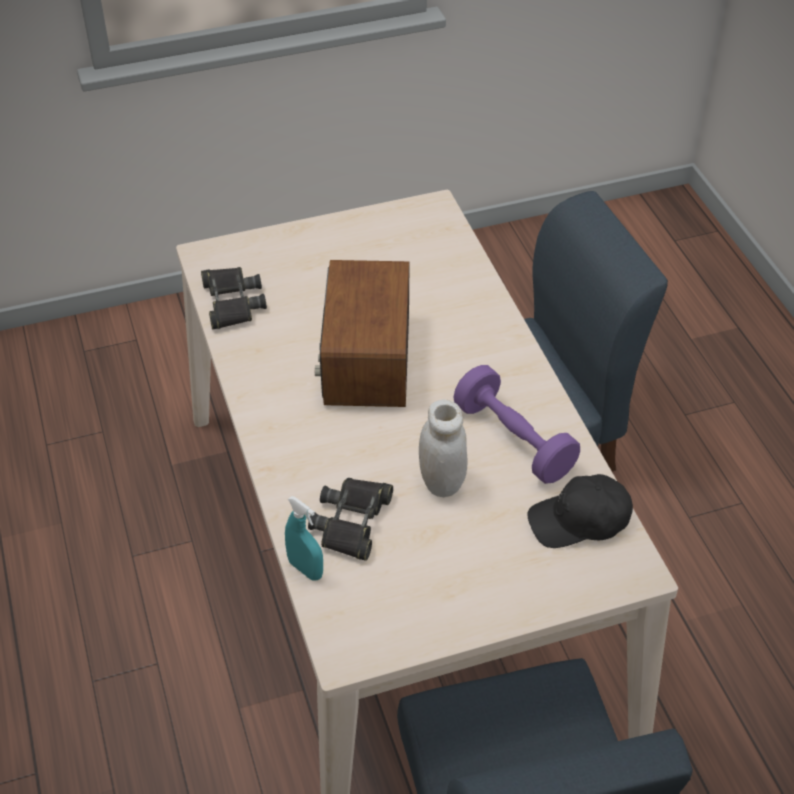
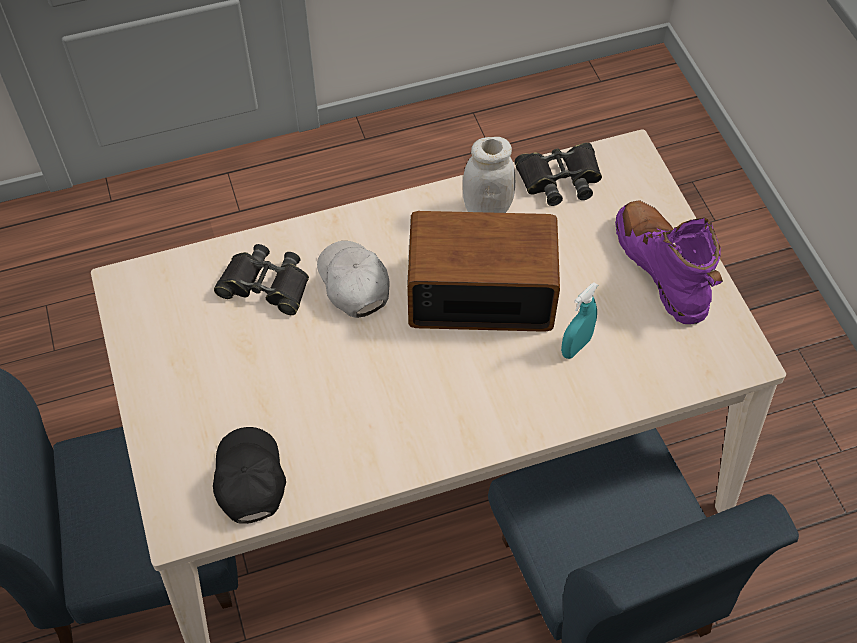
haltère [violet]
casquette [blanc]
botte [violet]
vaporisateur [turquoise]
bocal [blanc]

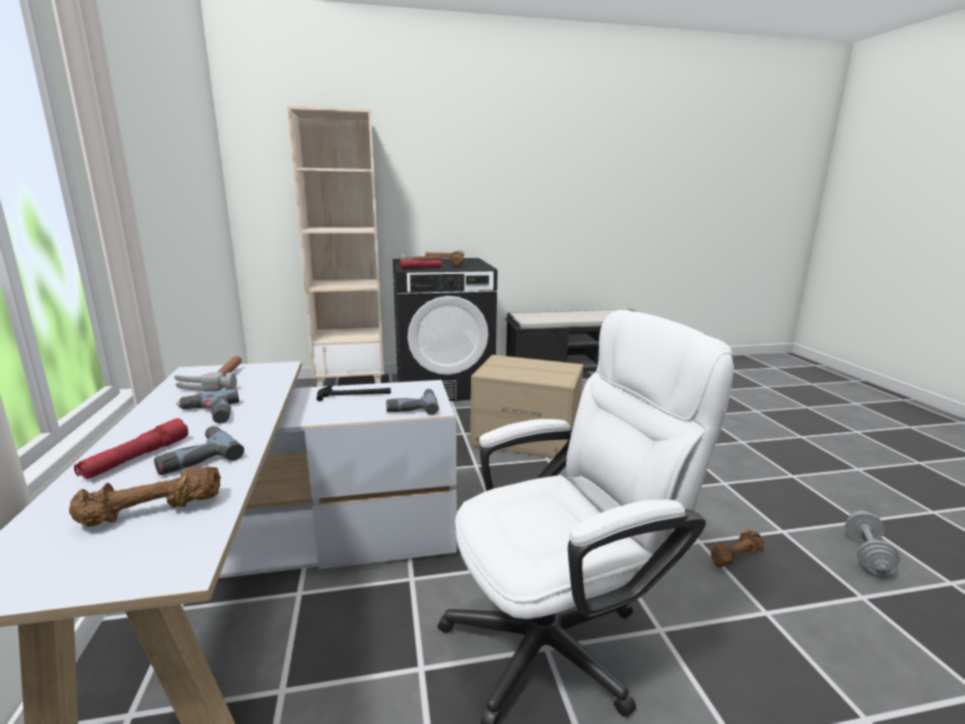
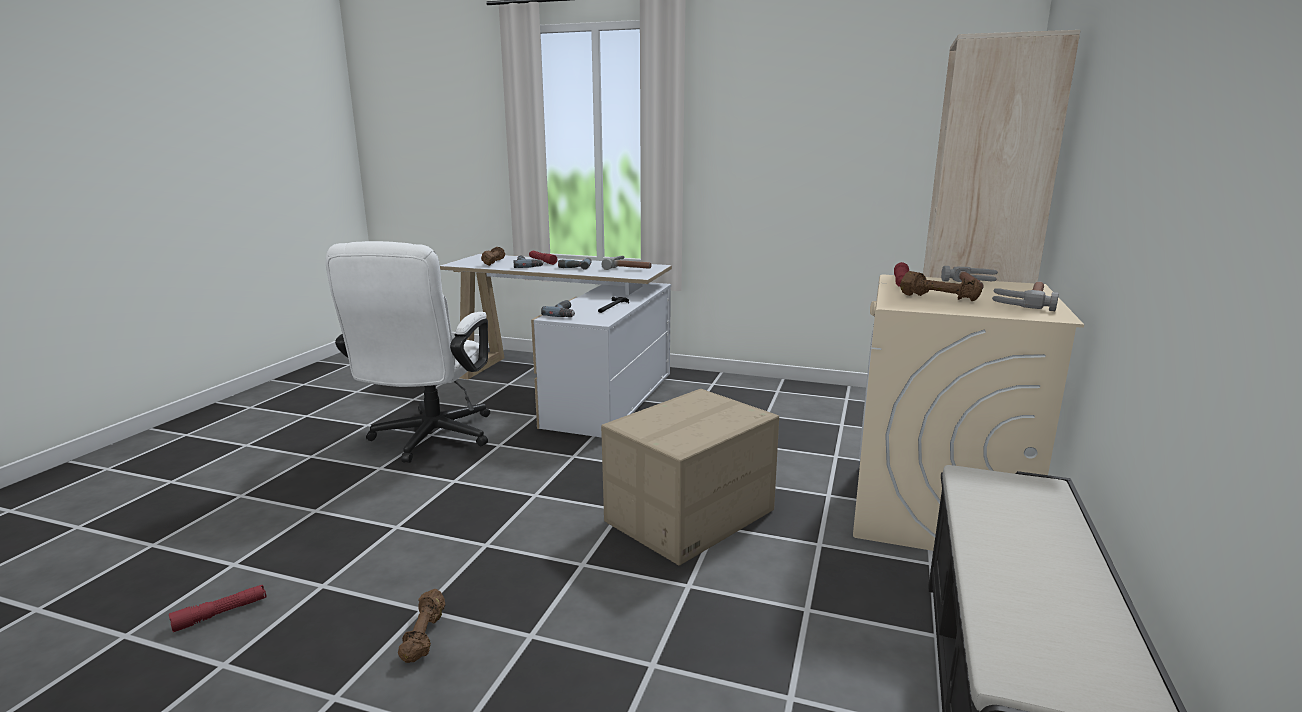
haltère [marron] (1st from left)
lampe de poche [rouge] (1st from left)
lave-linge [beige]

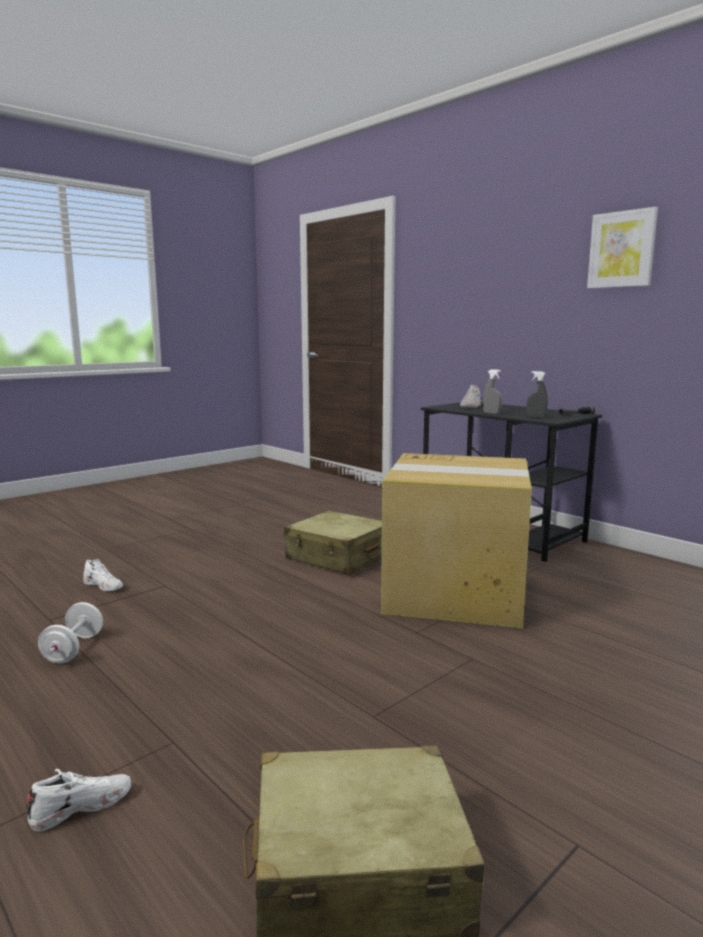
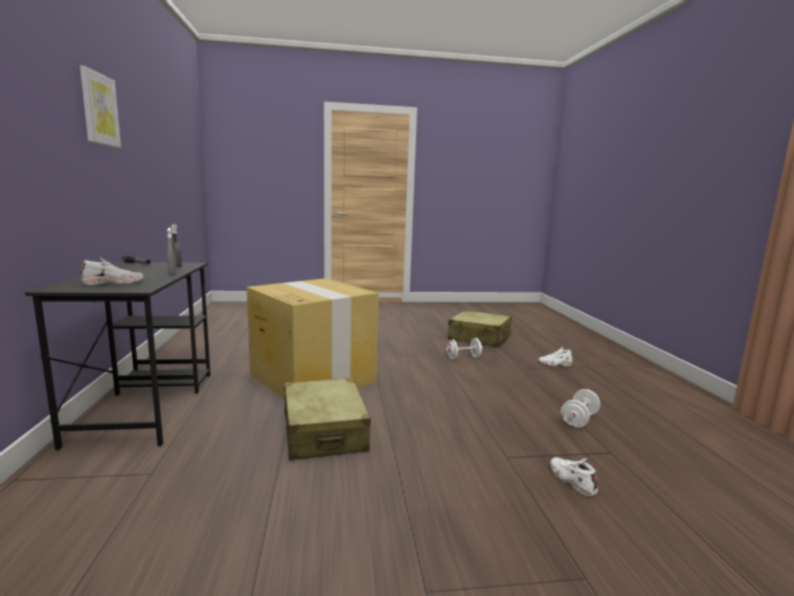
haltère [blanc] (1st from left)

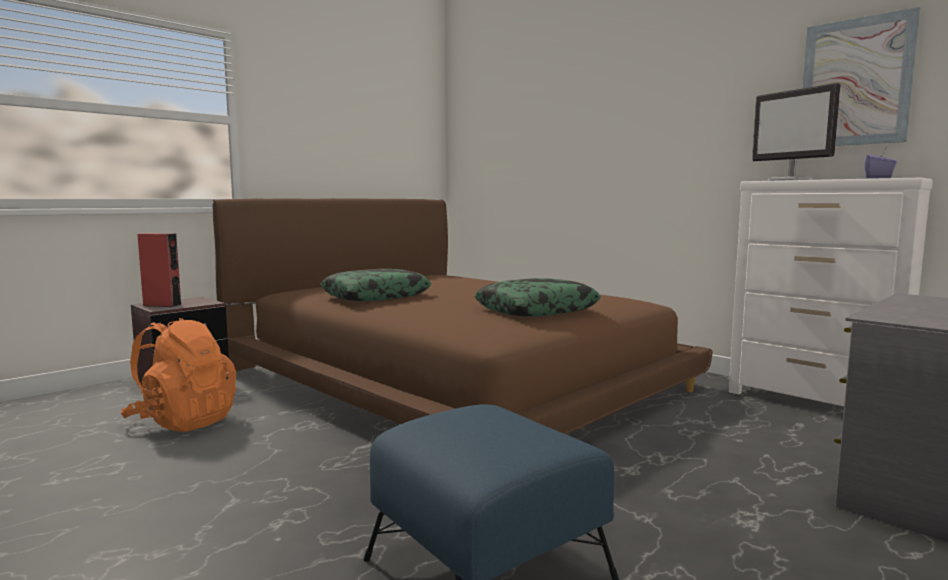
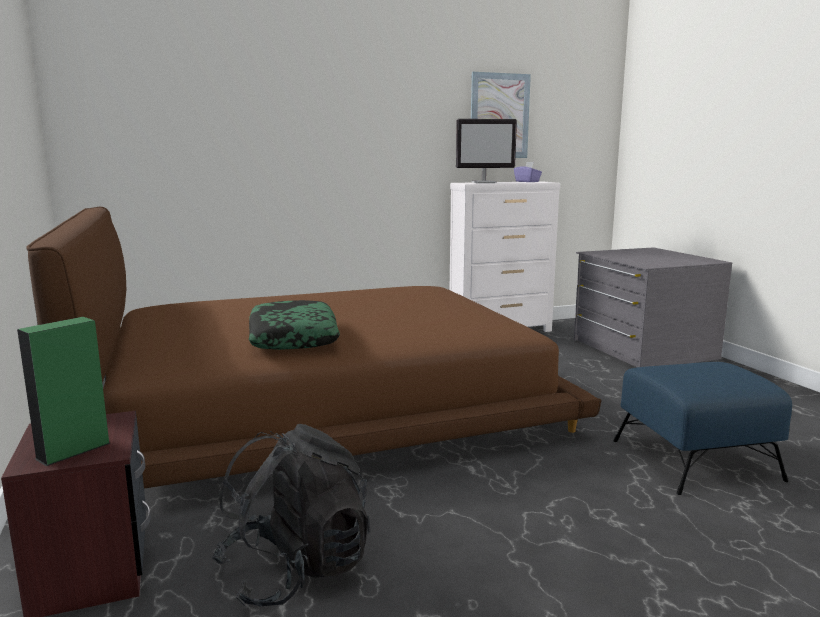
coussin (2nd from left in the first image)
sac à dos [noir]
enceinte [vert]

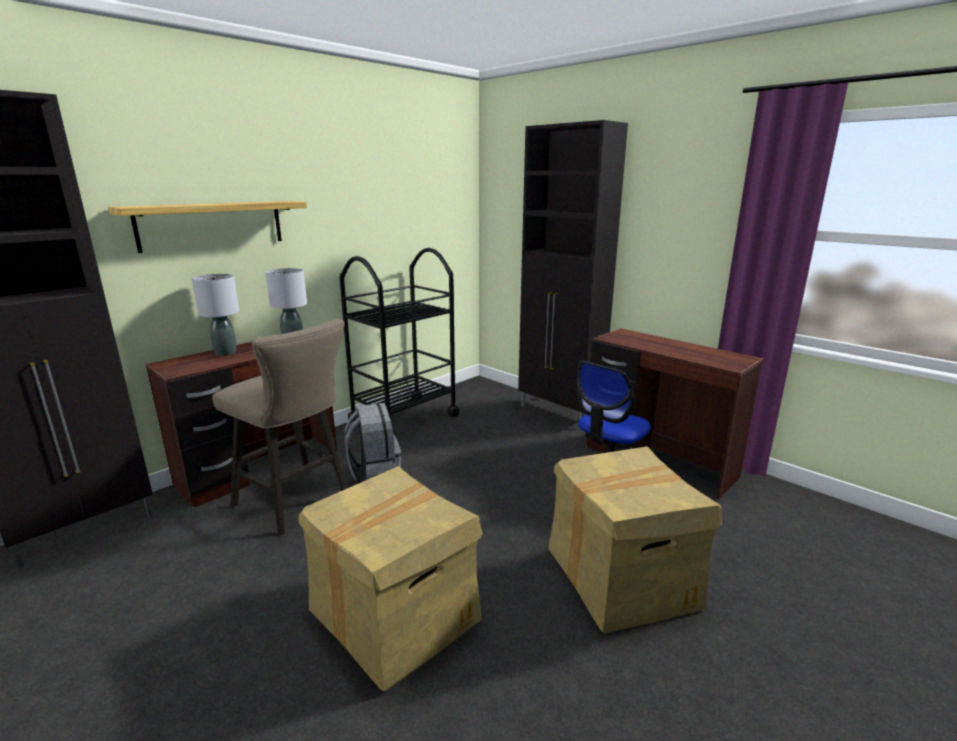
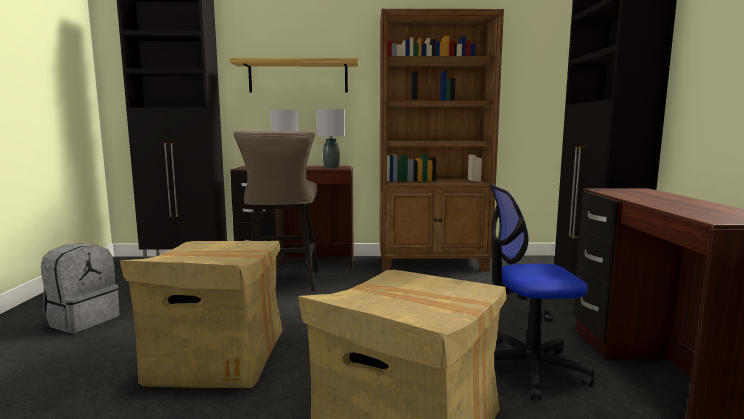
sac à dos [gris]
bibliothèque [marron]

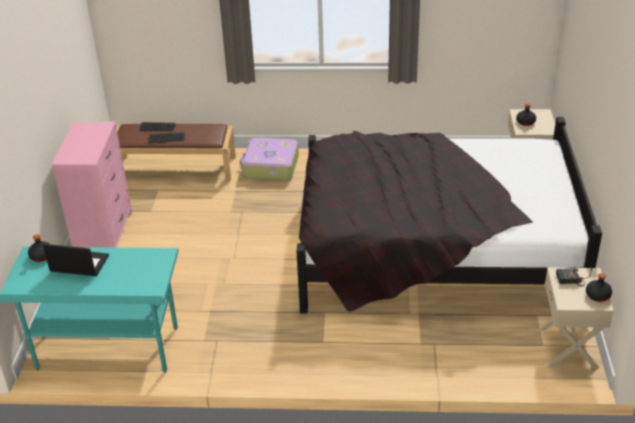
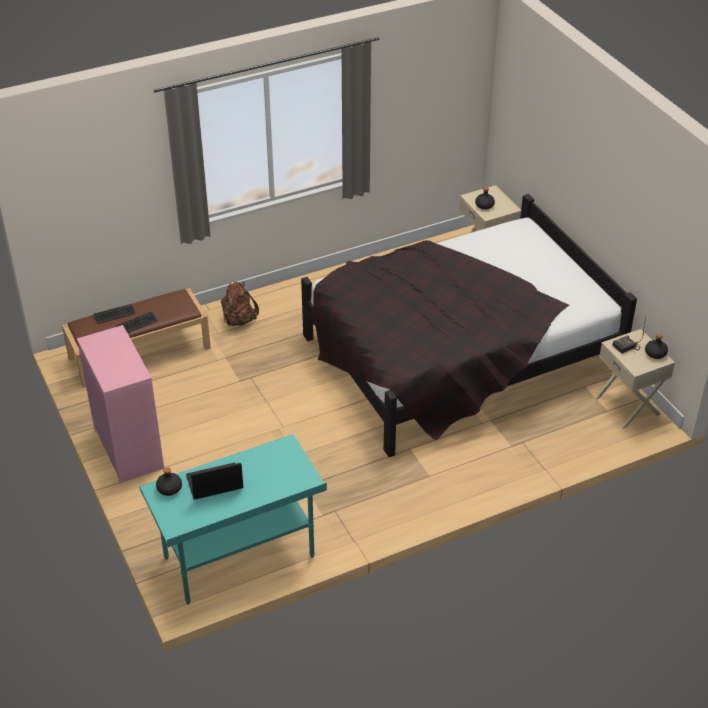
sac à dos [marron]

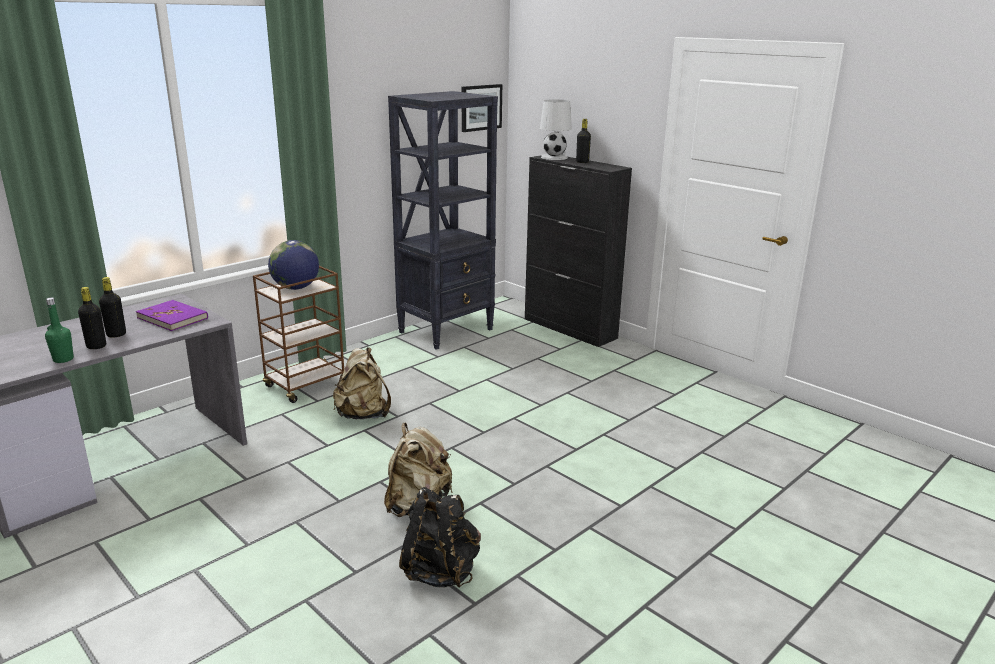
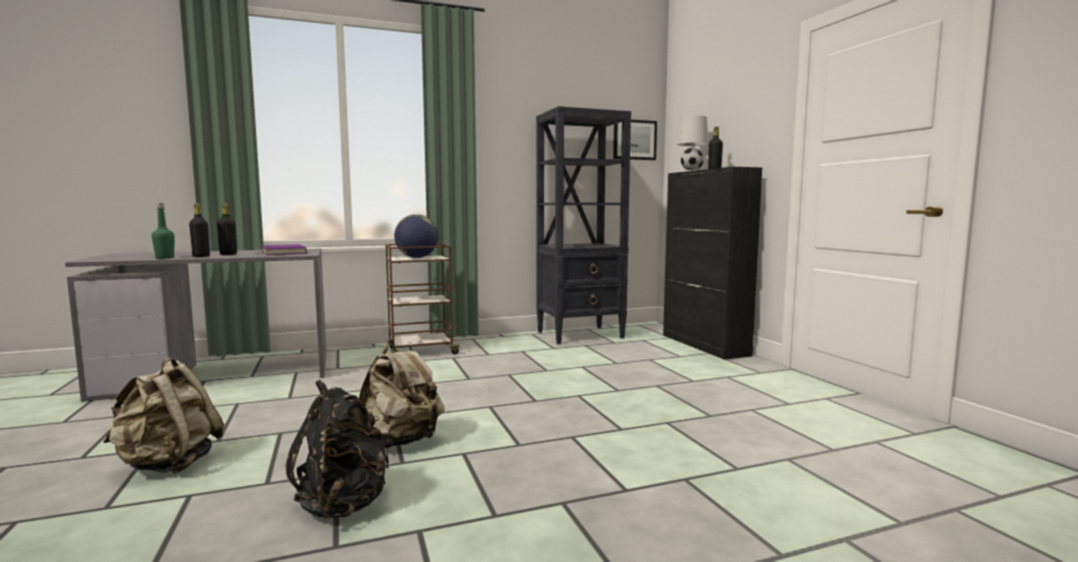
sac à dos [beige] (1st from left)

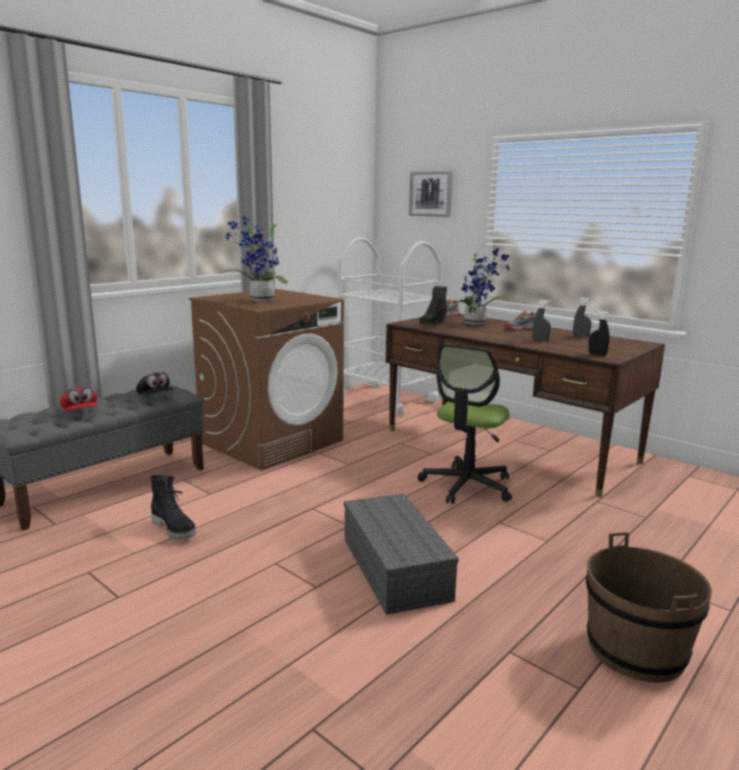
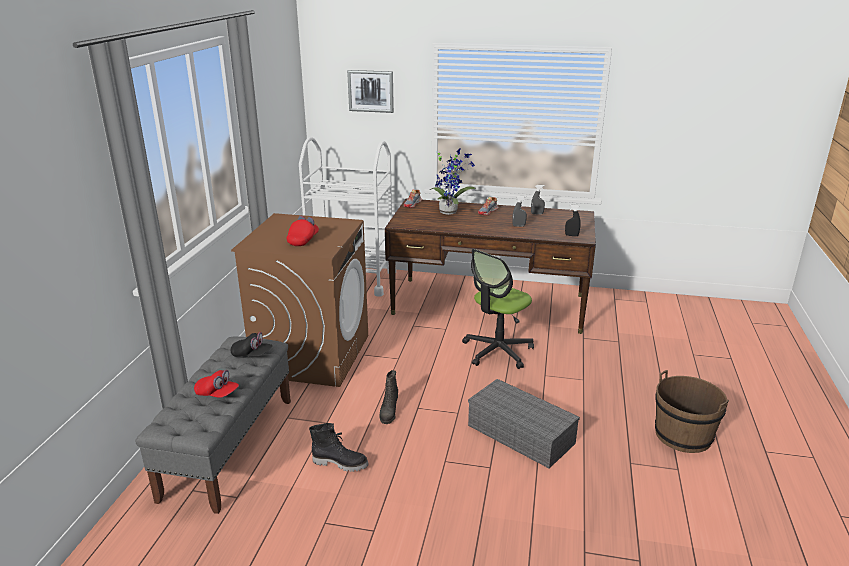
botte [noir] (2nd from left)
casquette [rouge] (2nd from left)
chaise de bureau

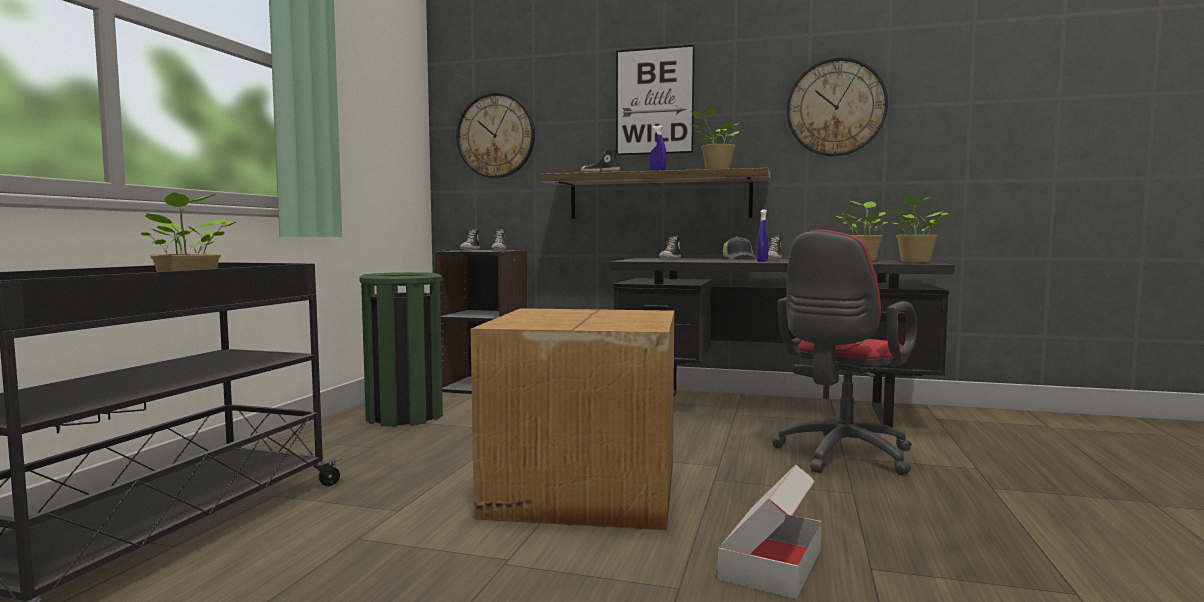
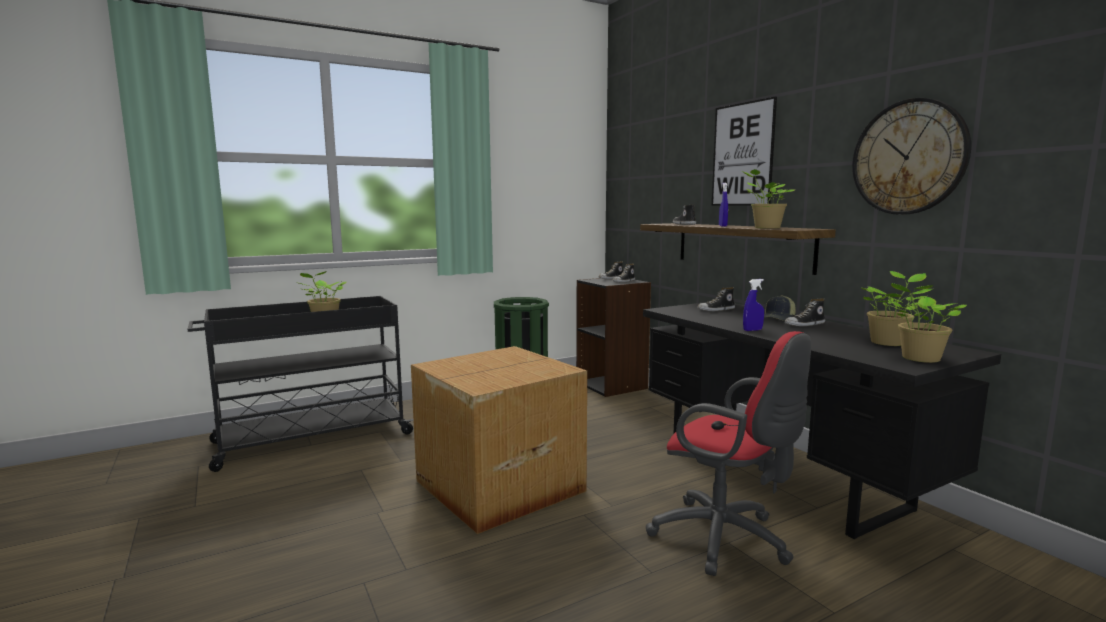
horloge murale (1st from left in the first image)
carton (2nd from left in the first image)
chaise de bureau [rouge]

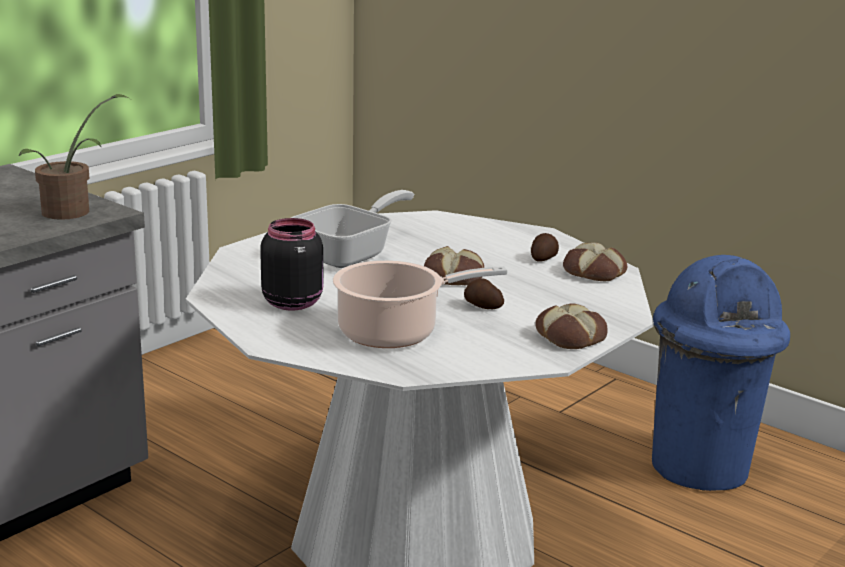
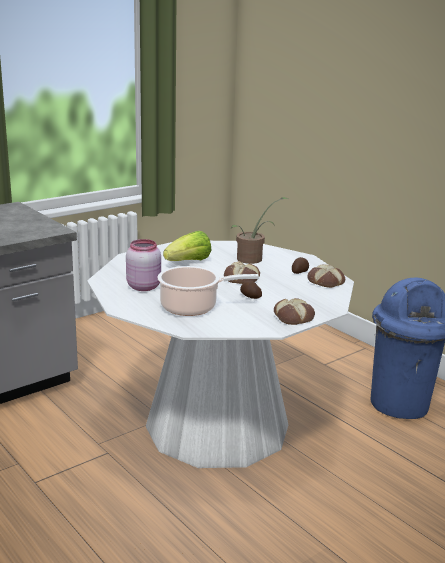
plante en pot
laitue
bocal [rose]

